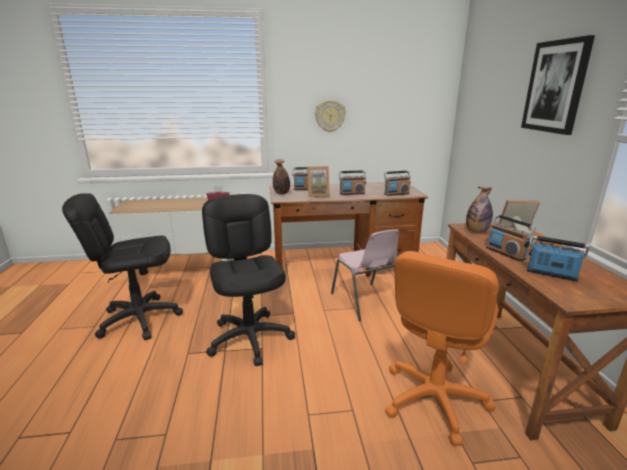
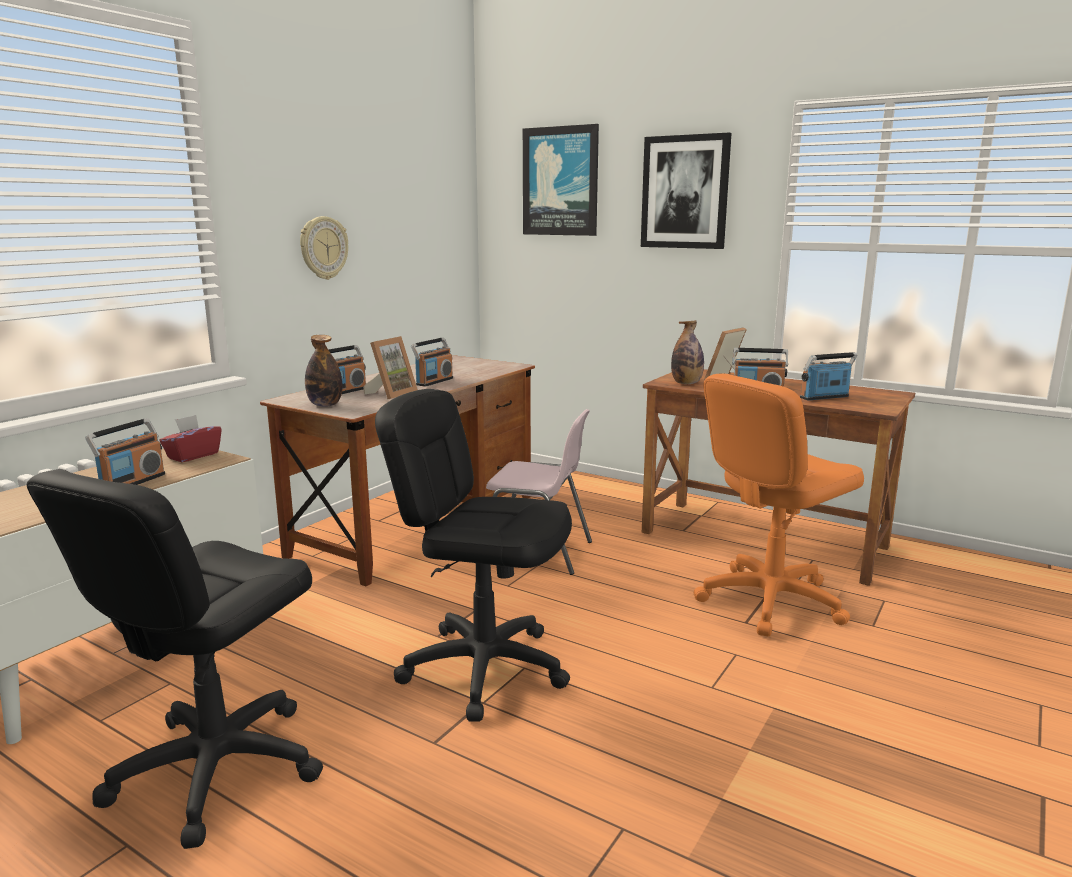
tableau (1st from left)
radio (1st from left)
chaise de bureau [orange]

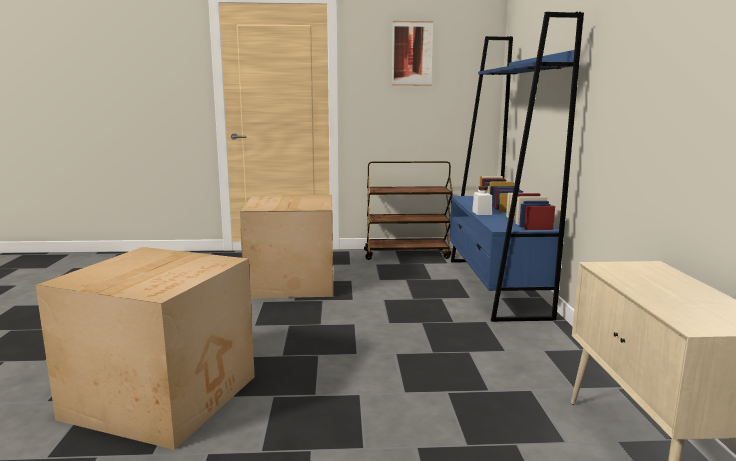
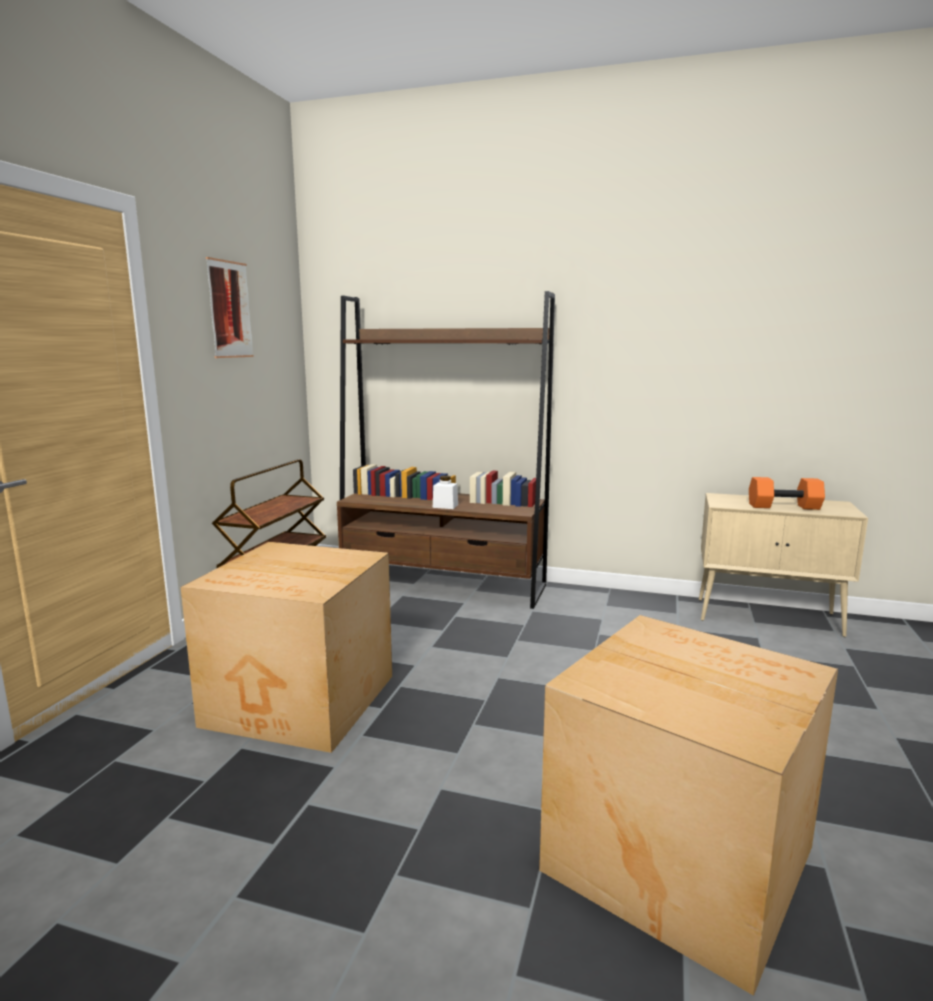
haltère [orange]
bibliothèque [marron]

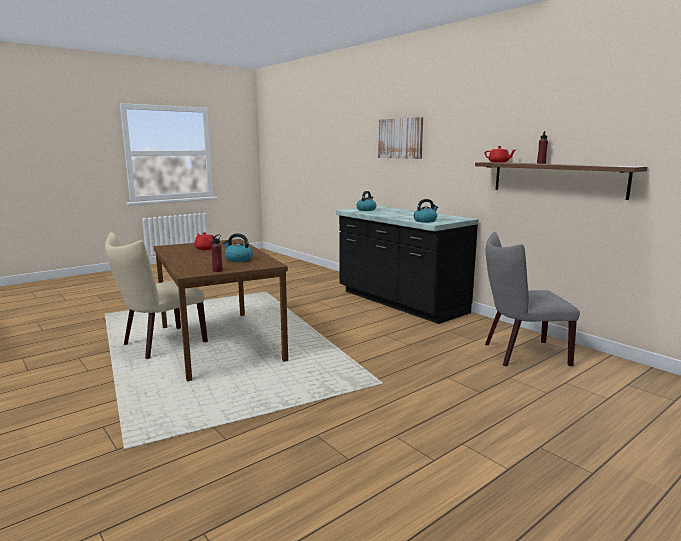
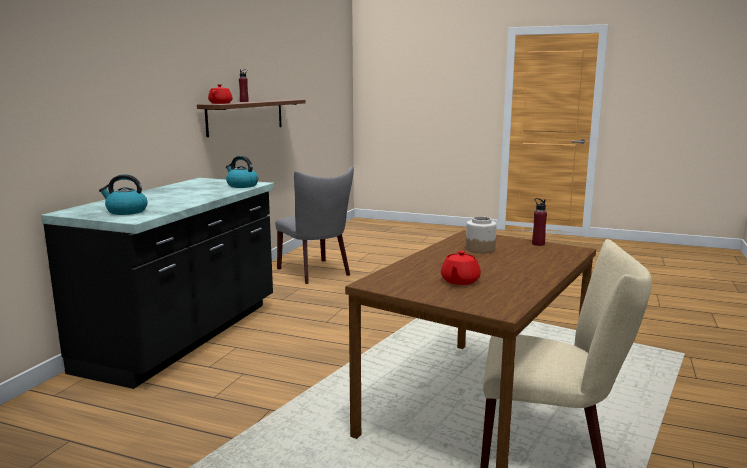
tableau
bocal

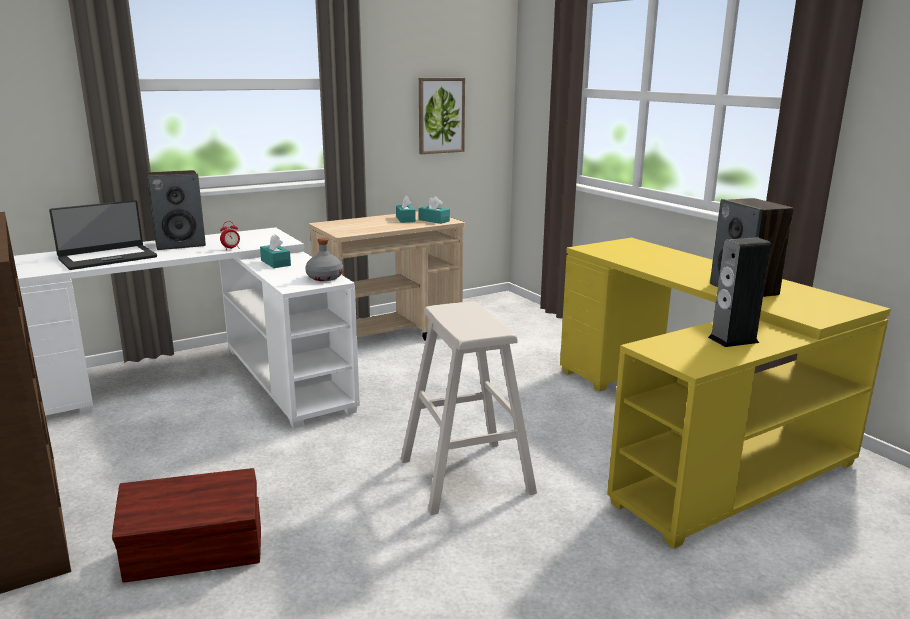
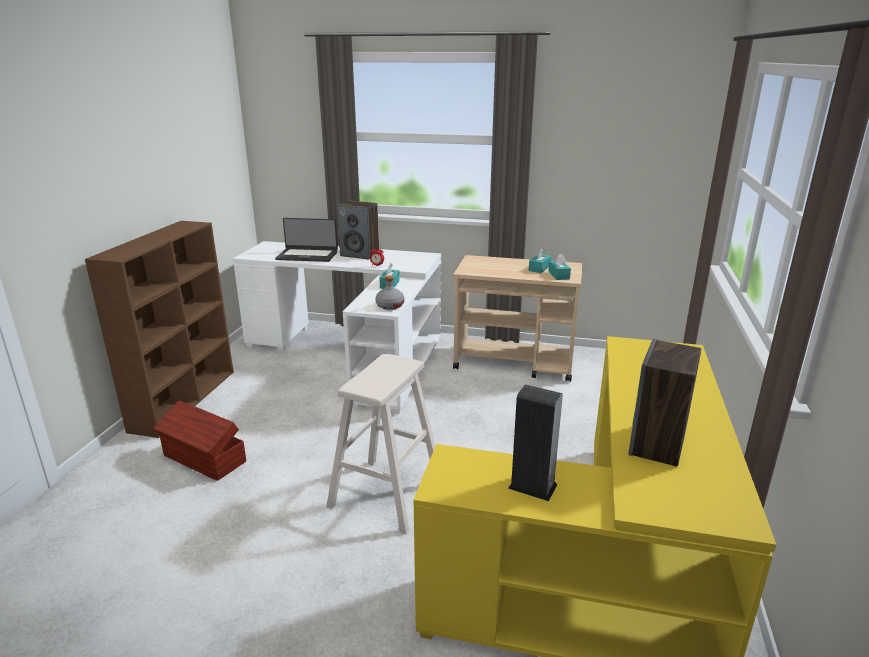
tableau

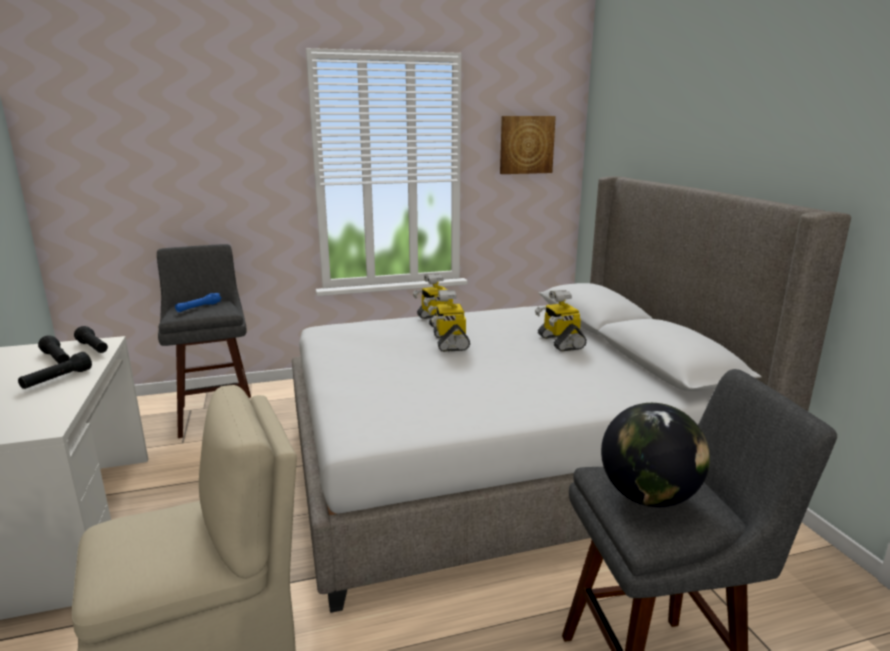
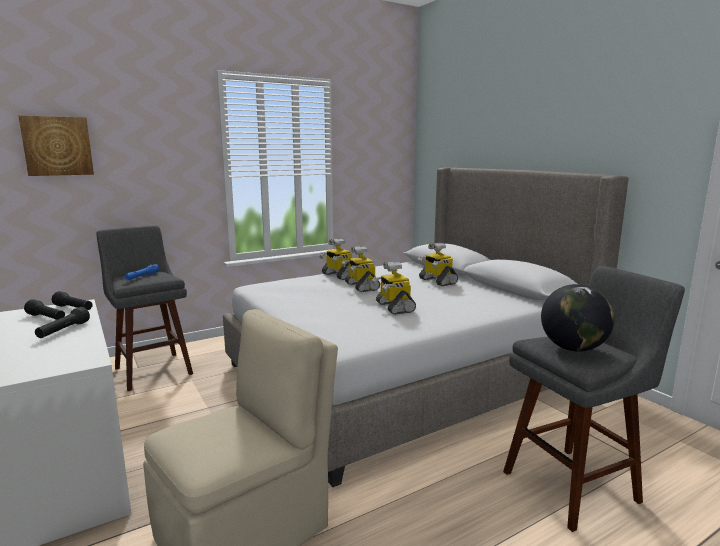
robot jouet (3rd from left)
tableau

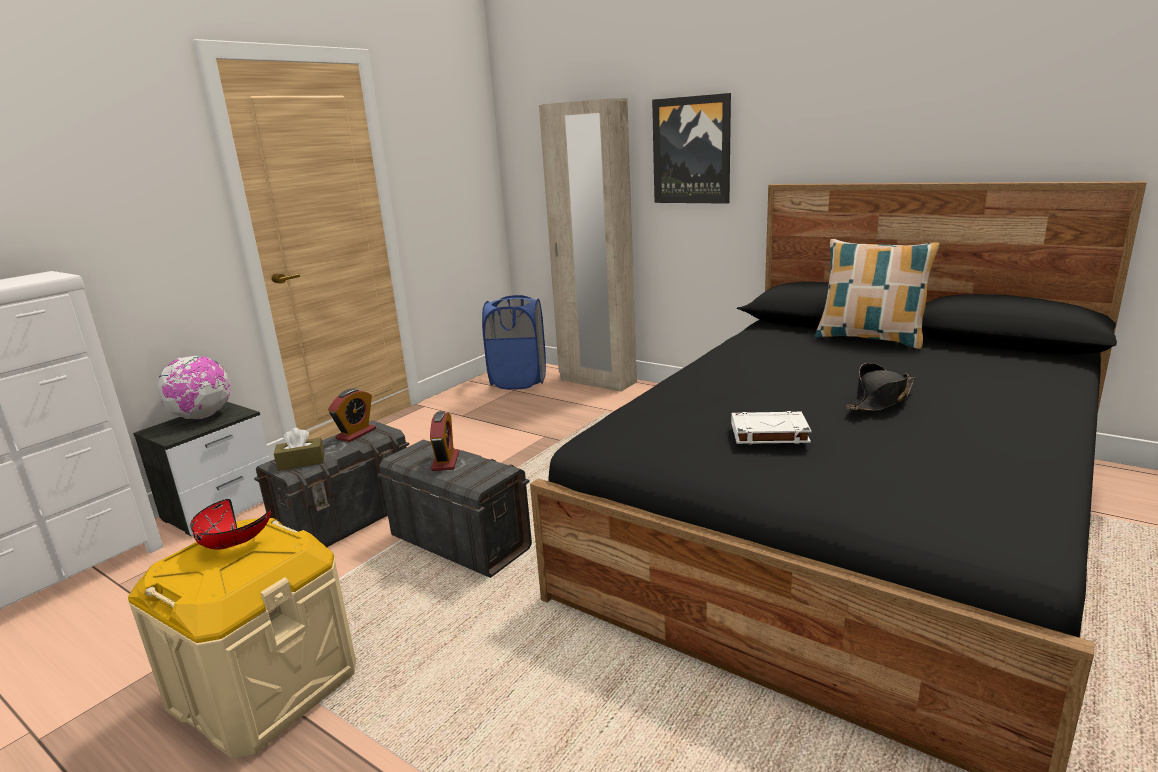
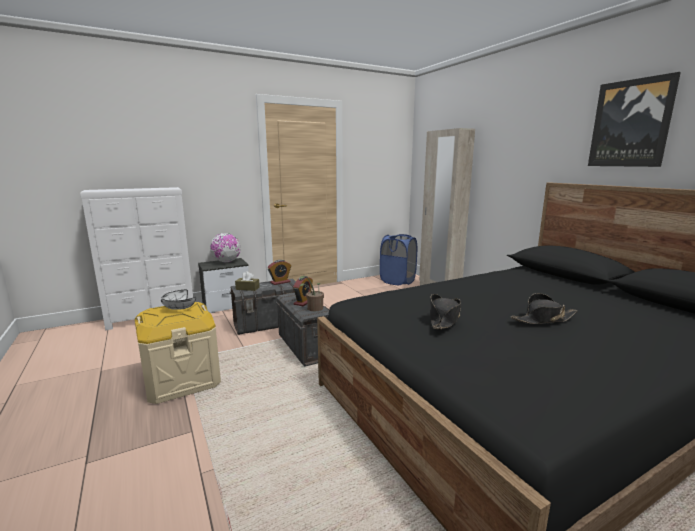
coussin
plante en pot
tableau
chapeau [noir] (1st from left)
bol [blanc]

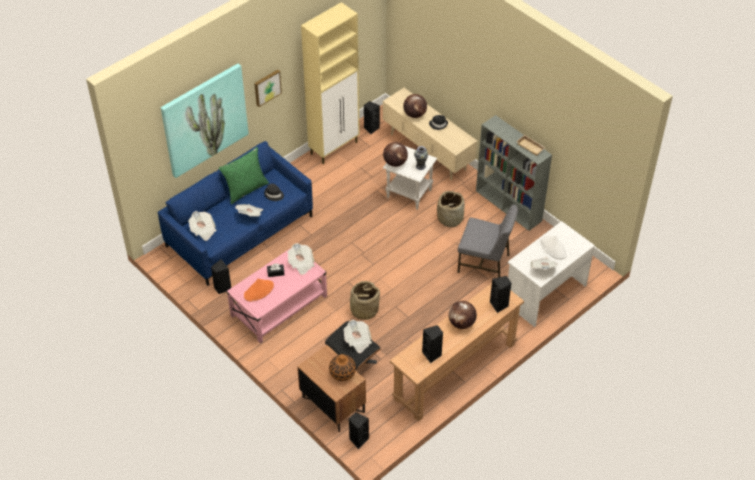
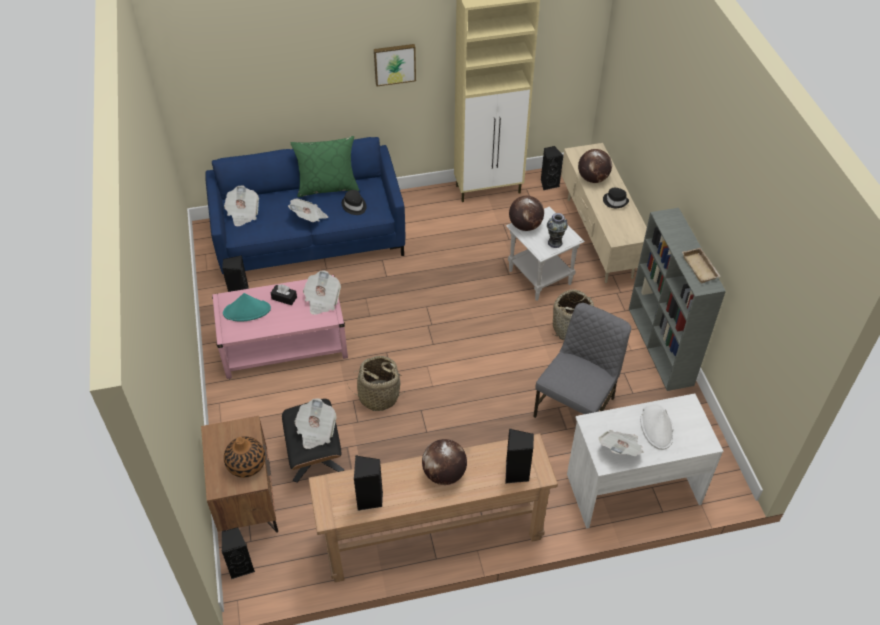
tableau (1st from left in the first image)
chapeau [turquoise]
chaise [gris]

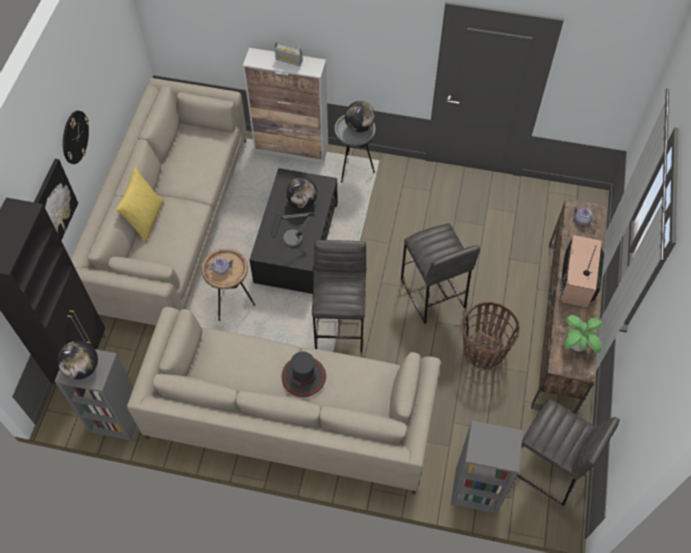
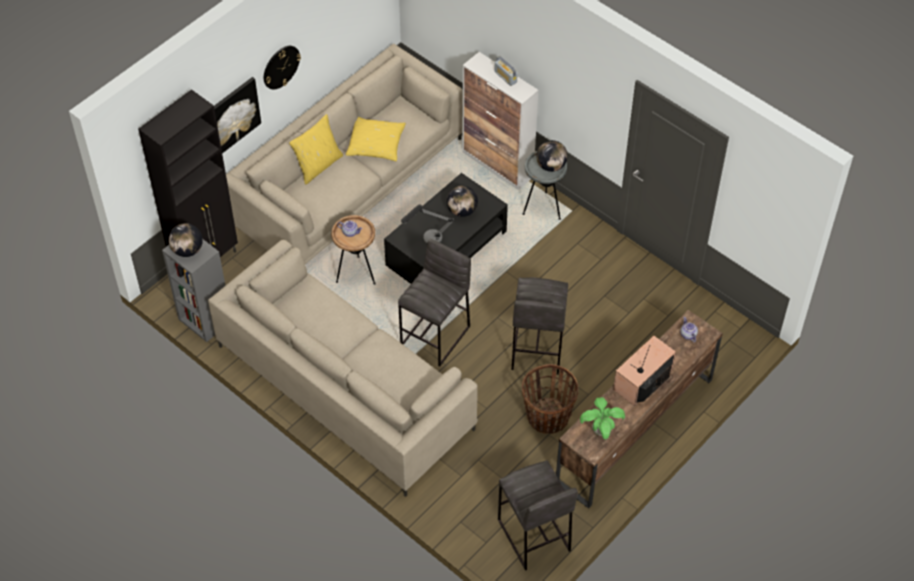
chapeau
bibliothèque [gris] (2nd from left in the first image)
coussin [jaune] (2nd from left)

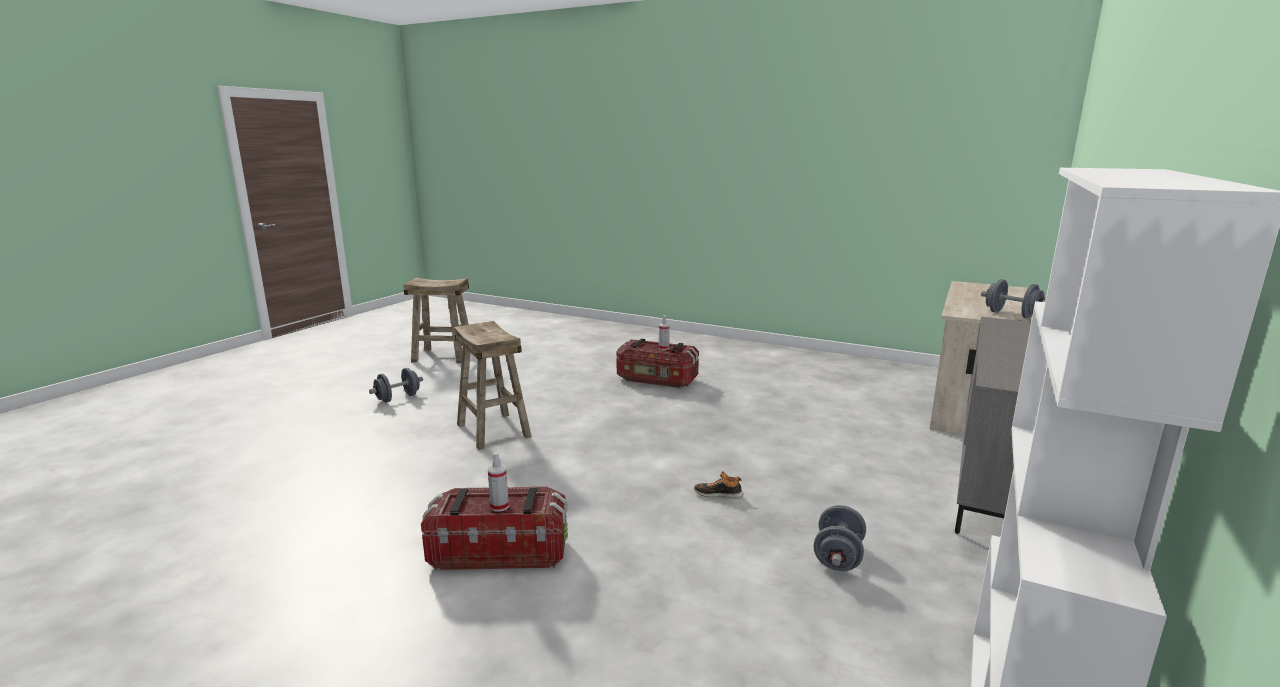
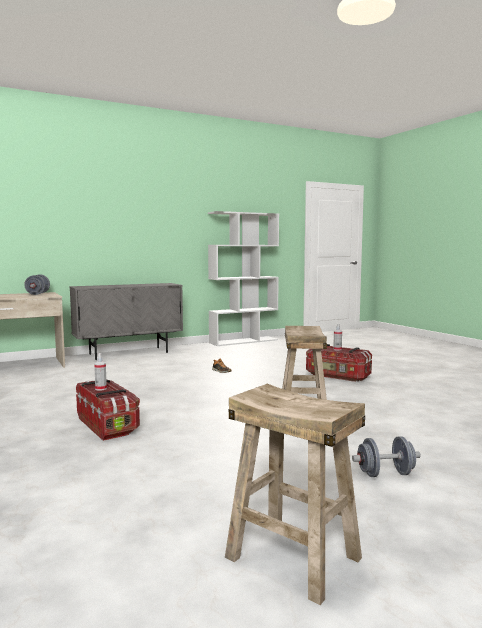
haltère [gris] (2nd from left in the first image)

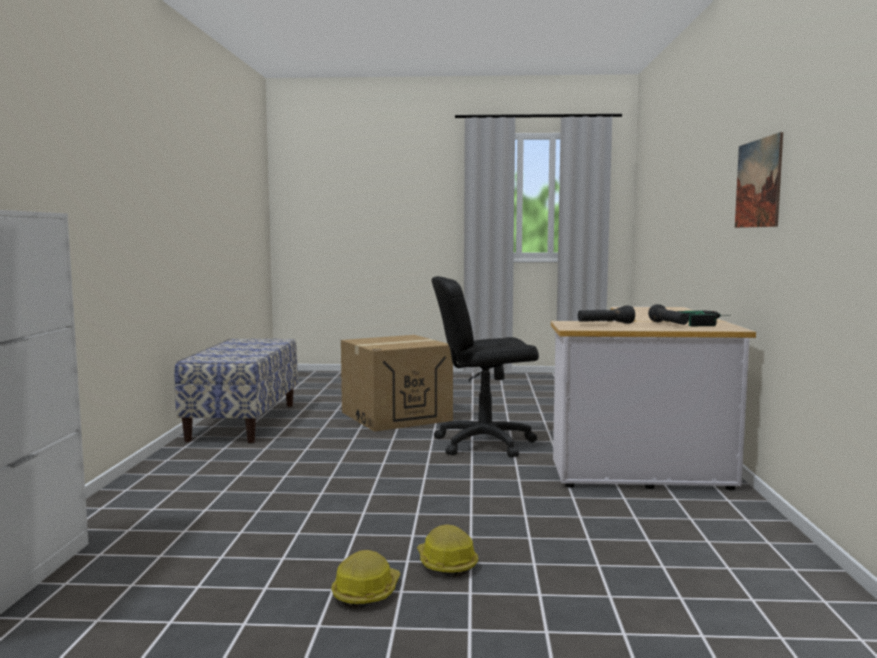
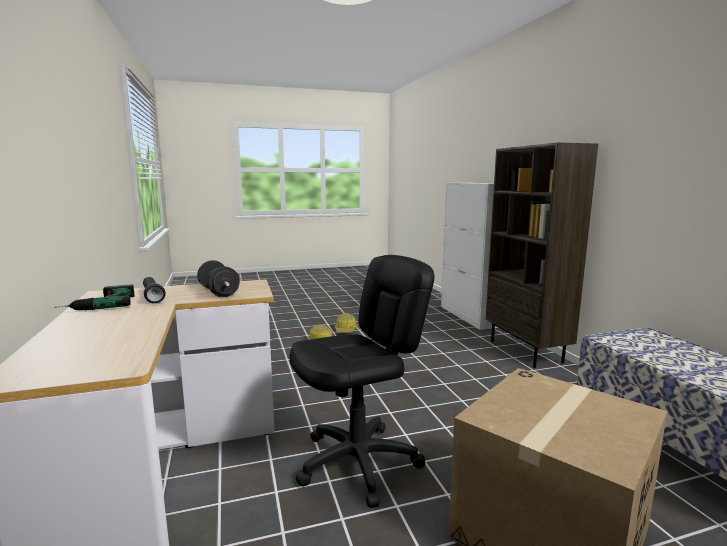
tableau
bibliothèque [marron]
haltère [noir]

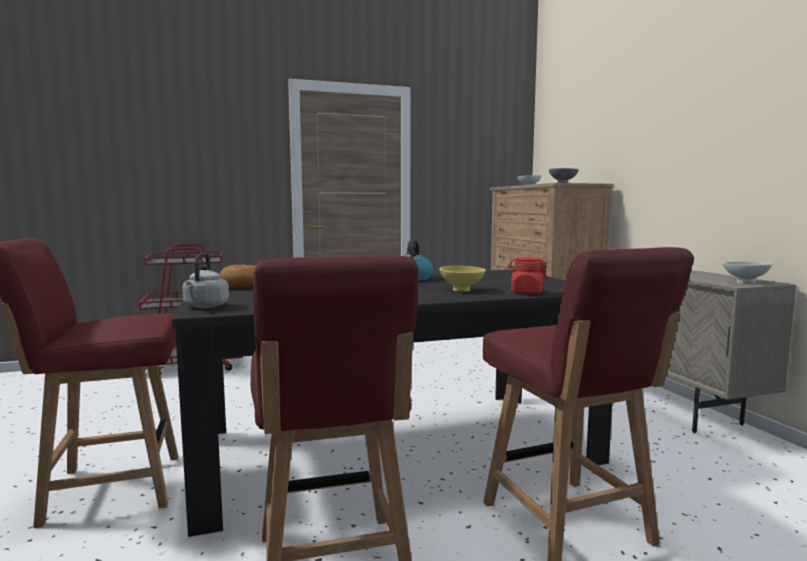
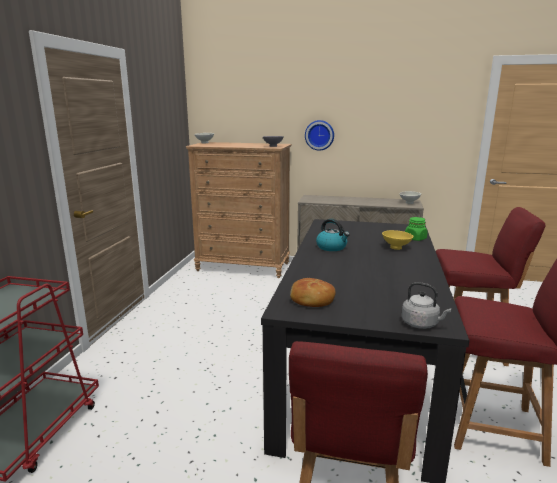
horloge murale
bocal [vert]

